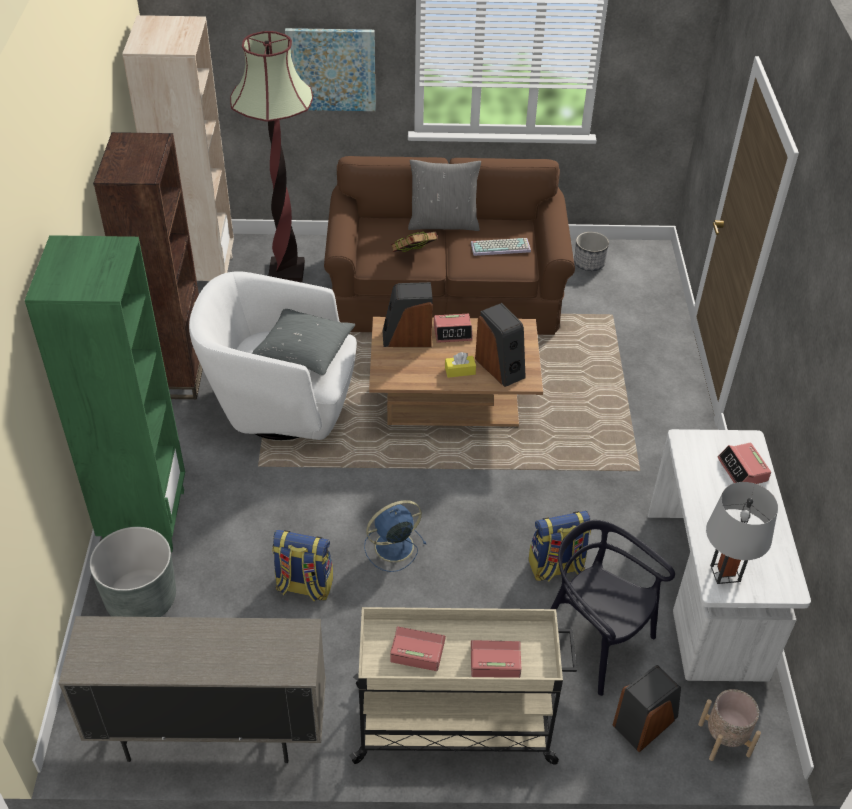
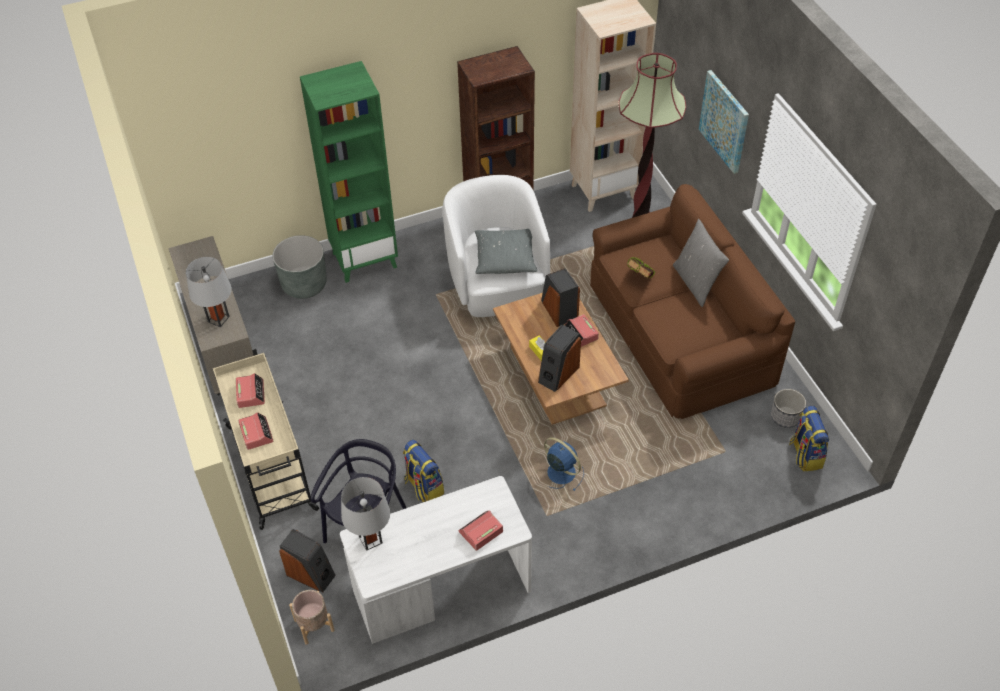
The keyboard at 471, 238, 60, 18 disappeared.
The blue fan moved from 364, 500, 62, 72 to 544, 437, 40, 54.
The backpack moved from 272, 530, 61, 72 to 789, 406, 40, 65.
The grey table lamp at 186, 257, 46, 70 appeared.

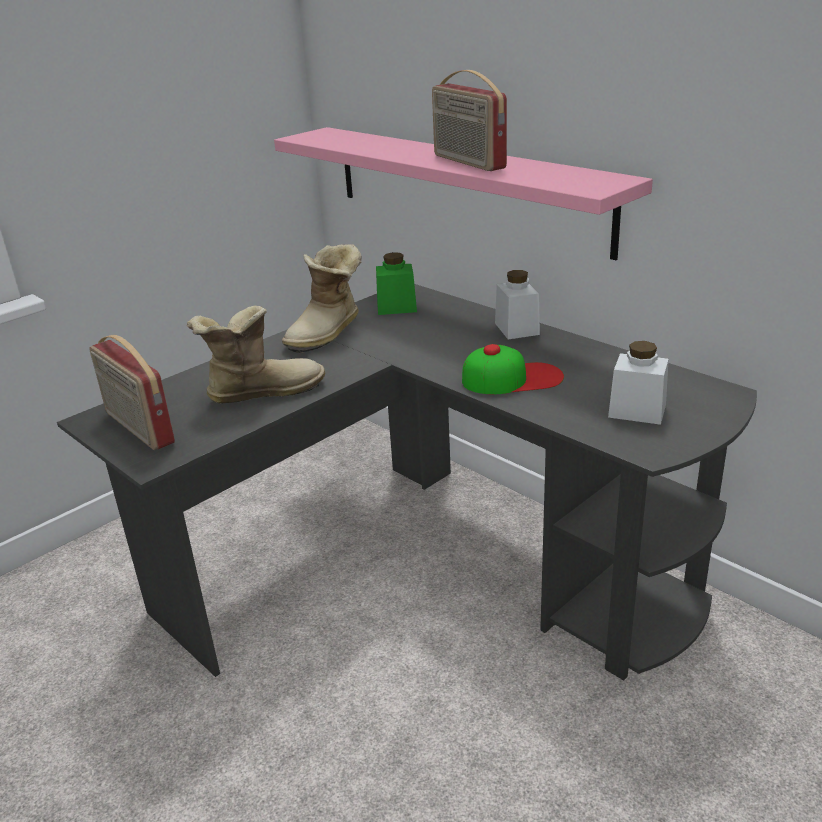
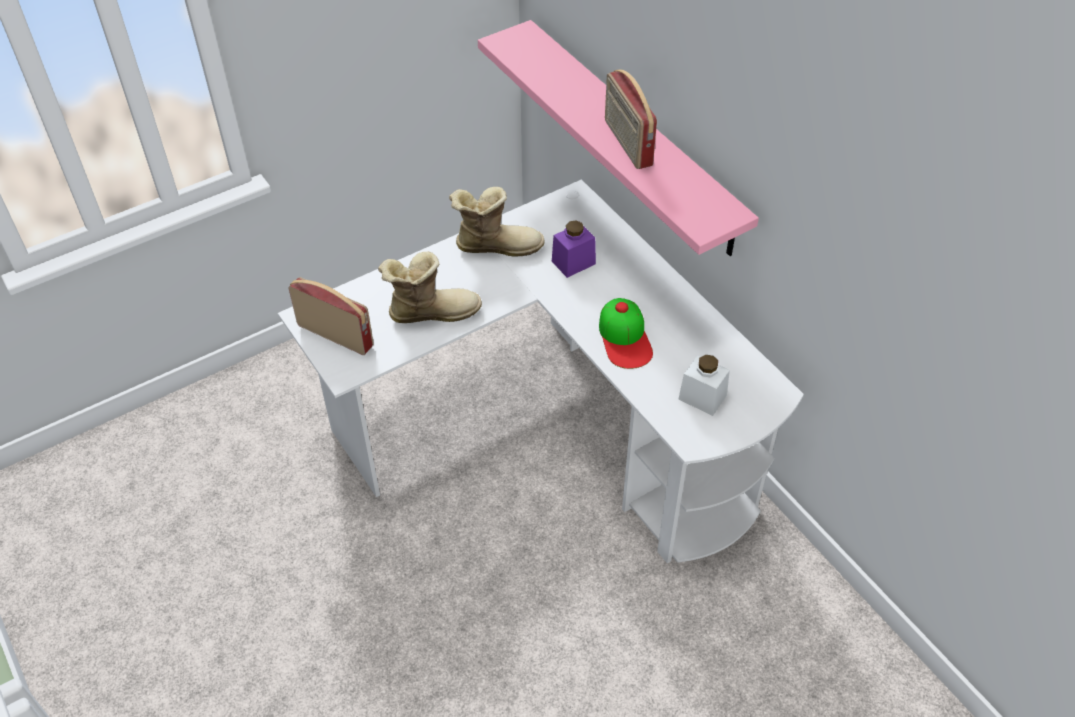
The boot at 282, 244, 80, 109 turned 135 degrees counterclockwise.
The green jar at 376, 252, 41, 63 disappeared.
The white jar at 495, 270, 45, 69 disappeared.
The black desk at 57, 284, 700, 397 became the white desk at 278, 179, 526, 384.
The radio at 89, 335, 86, 115 turned 150 degrees clockwise.
The cap at 462, 344, 102, 50 turned 75 degrees clockwise.
The purple jar at 552, 220, 44, 58 appeared.

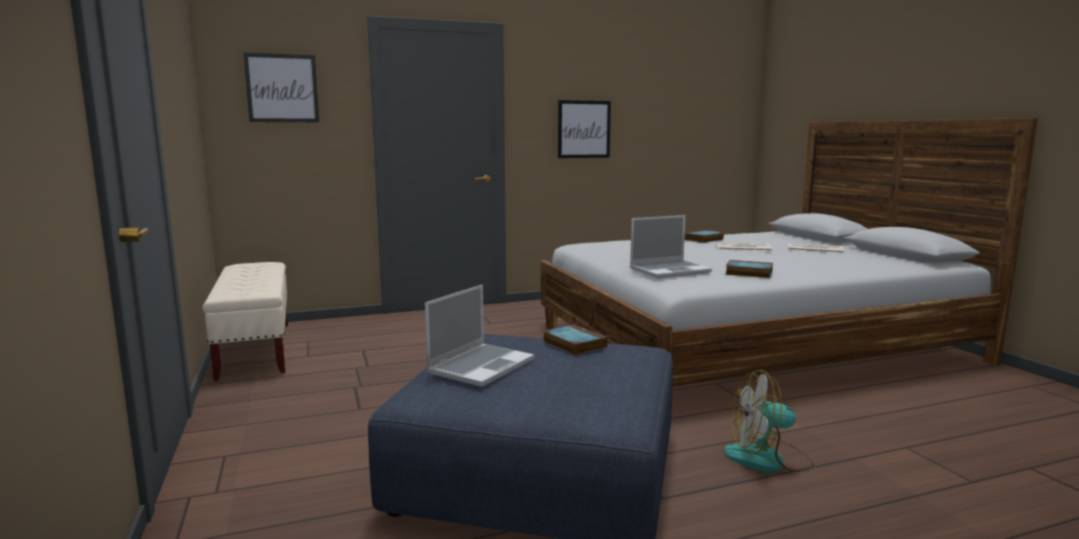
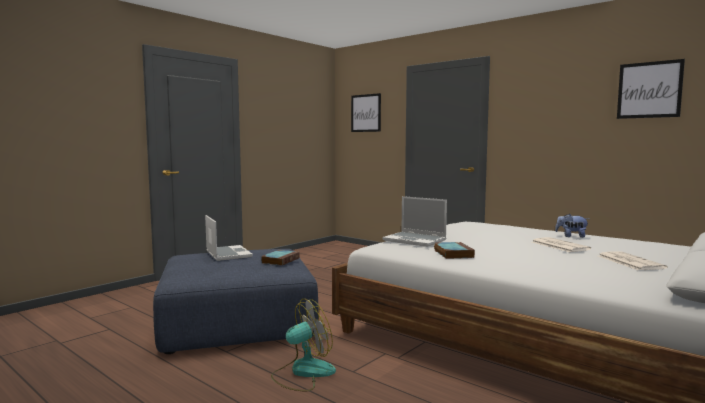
The picture moved from 558, 100, 53, 58 to 617, 59, 68, 60.
The book at 685, 230, 39, 13 was replaced by the plush toy at 555, 214, 34, 24.
The beige bench at 203, 262, 85, 119 disappeared.
The laptop at 425, 284, 109, 103 turned 120 degrees counterclockwise.
The fan at 724, 370, 90, 102 turned 90 degrees clockwise.

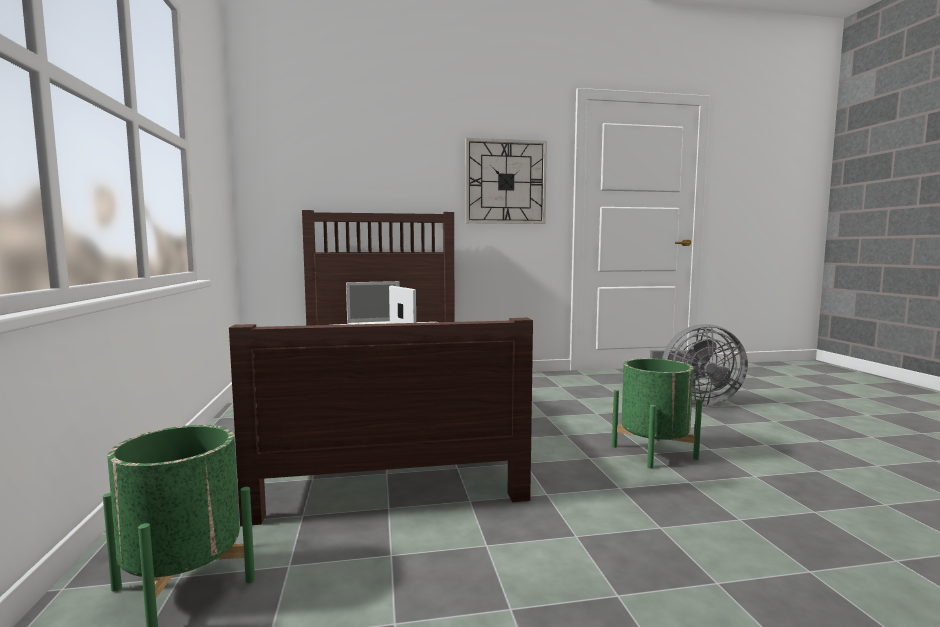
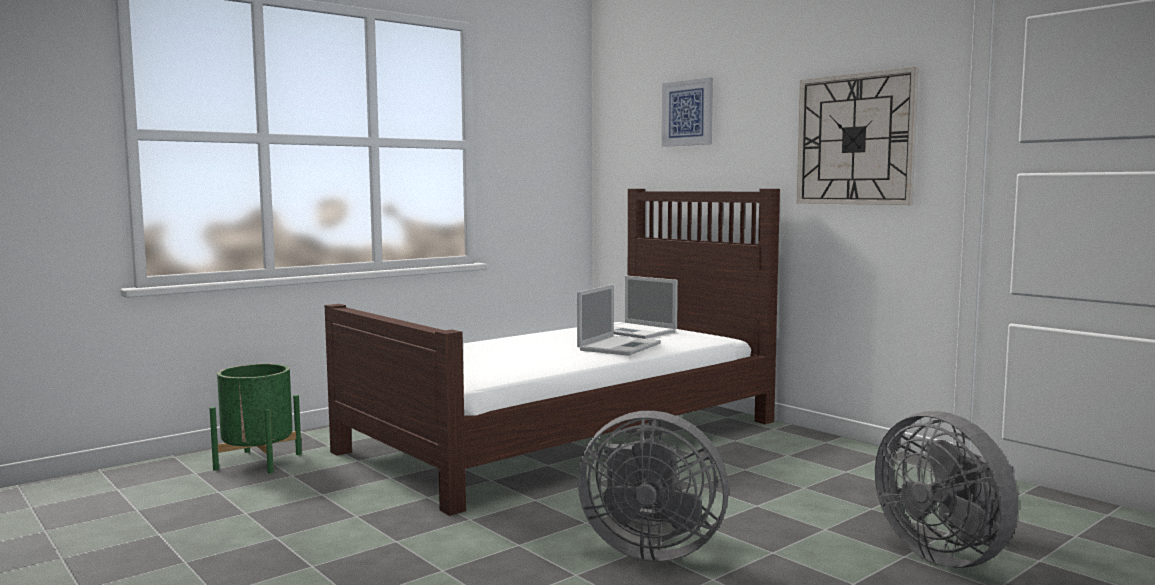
The green planter at 612, 358, 90, 110 was replaced by the grey fan at 578, 411, 151, 151.
The picture at 662, 77, 51, 70 appeared.

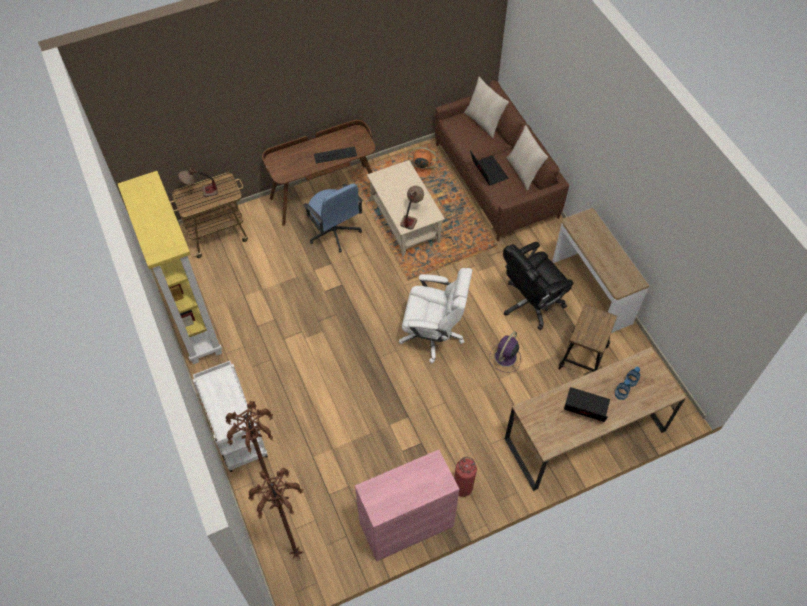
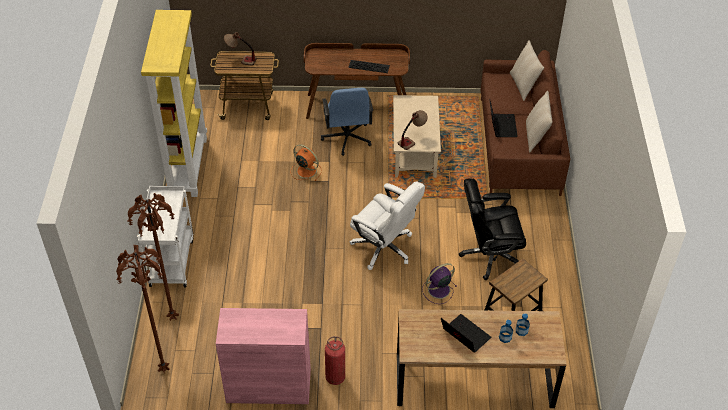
The orange fan moved from 408, 147, 29, 34 to 291, 144, 31, 37.
The console table at 552, 208, 97, 125 disappeared.

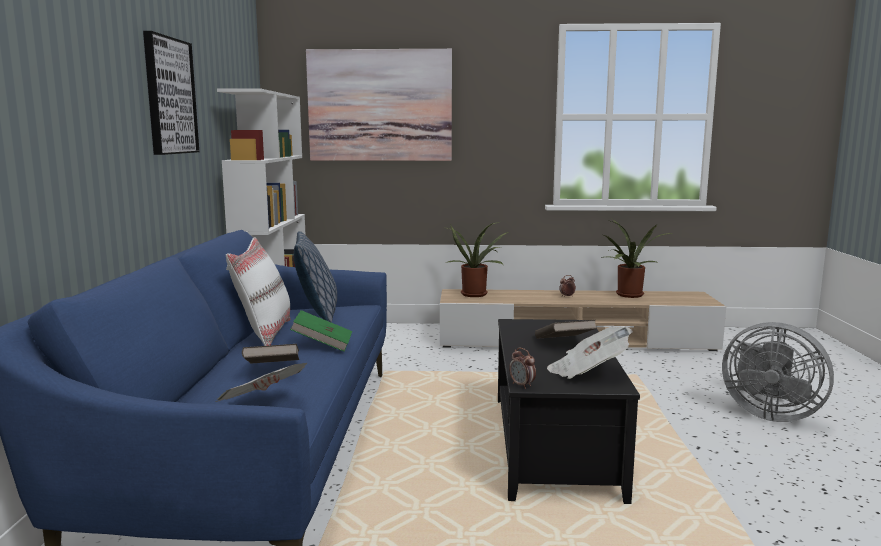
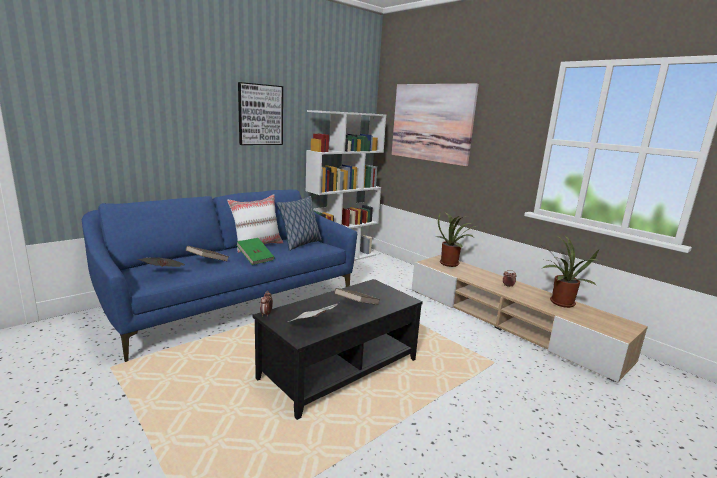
The grey fan at 722, 322, 112, 100 disappeared.

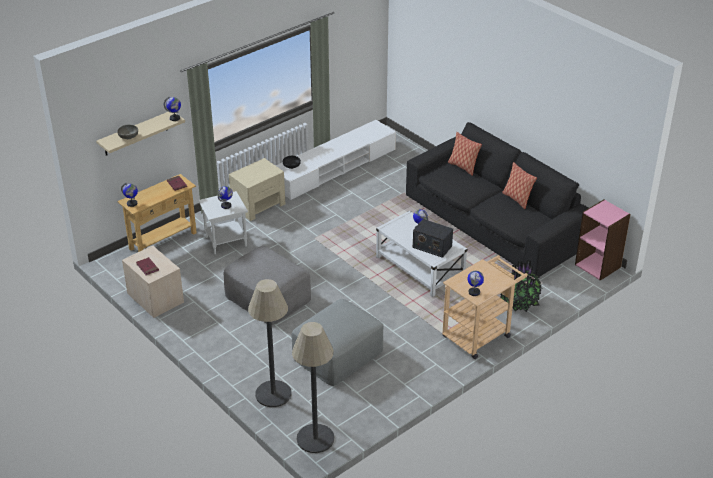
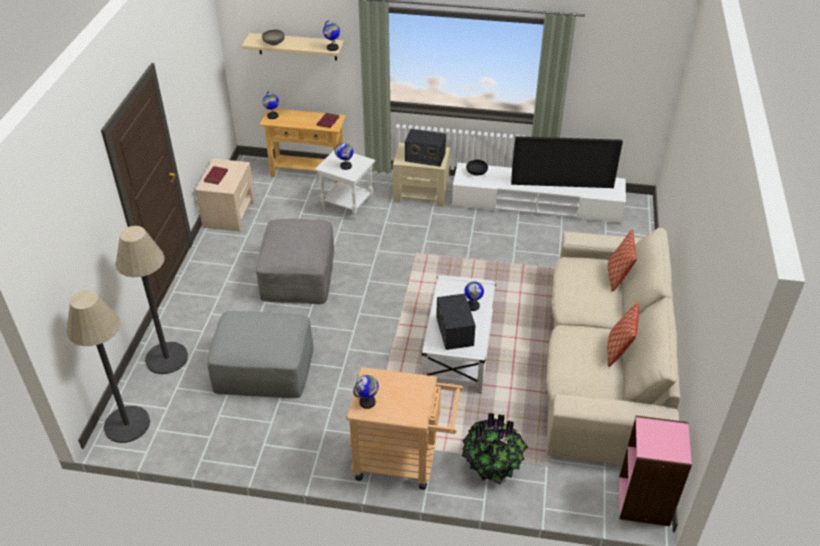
The black sofa at 406, 122, 182, 156 became the beige sofa at 546, 227, 134, 238.
The radio at 405, 129, 41, 38 appeared.
The television at 511, 136, 112, 52 appeared.

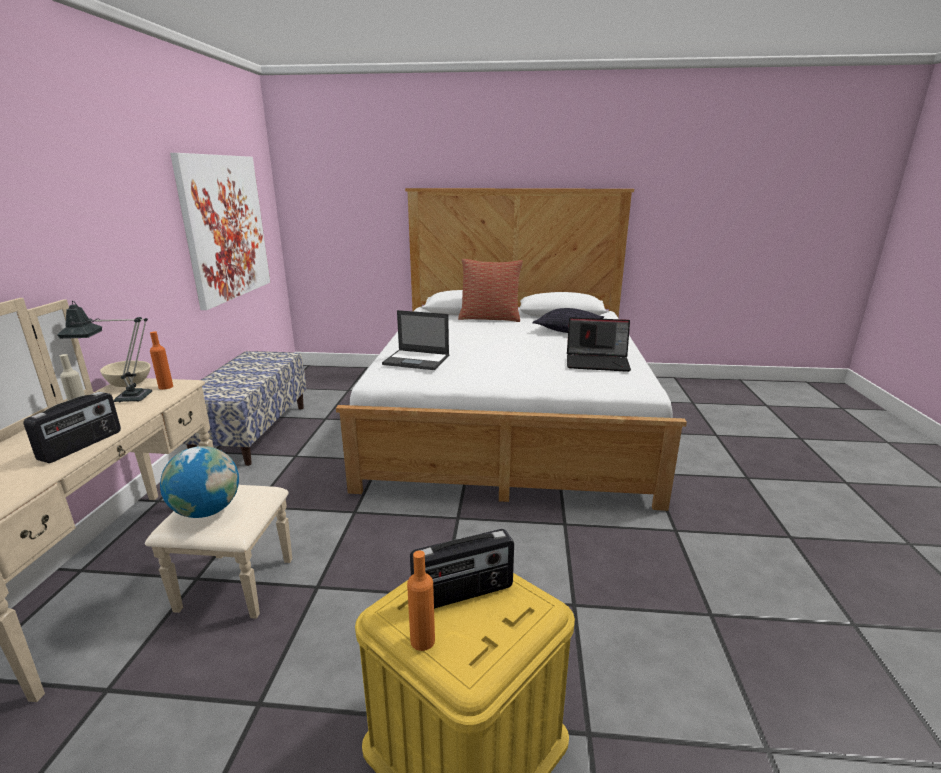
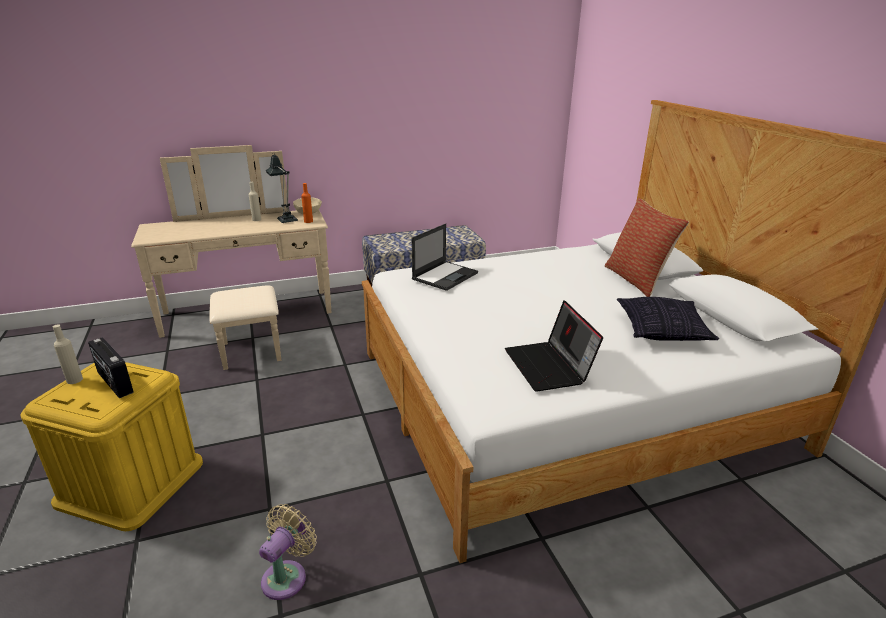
The picture at 170, 153, 100, 157 disappeared.
The laptop at 382, 310, 67, 60 turned 135 degrees counterclockwise.
The radio at 24, 392, 97, 71 disappeared.
The globe at 160, 446, 79, 72 disappeared.
The orange bottle at 407, 550, 28, 101 became the beige bottle at 53, 325, 30, 59.
The beige fan at 259, 504, 58, 96 appeared.

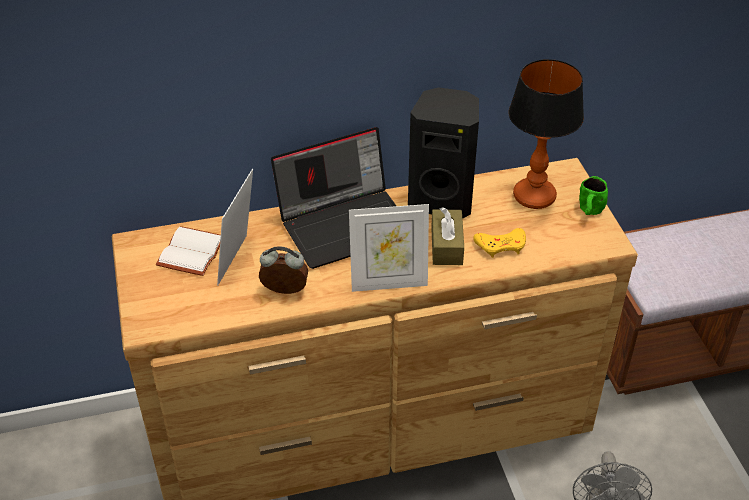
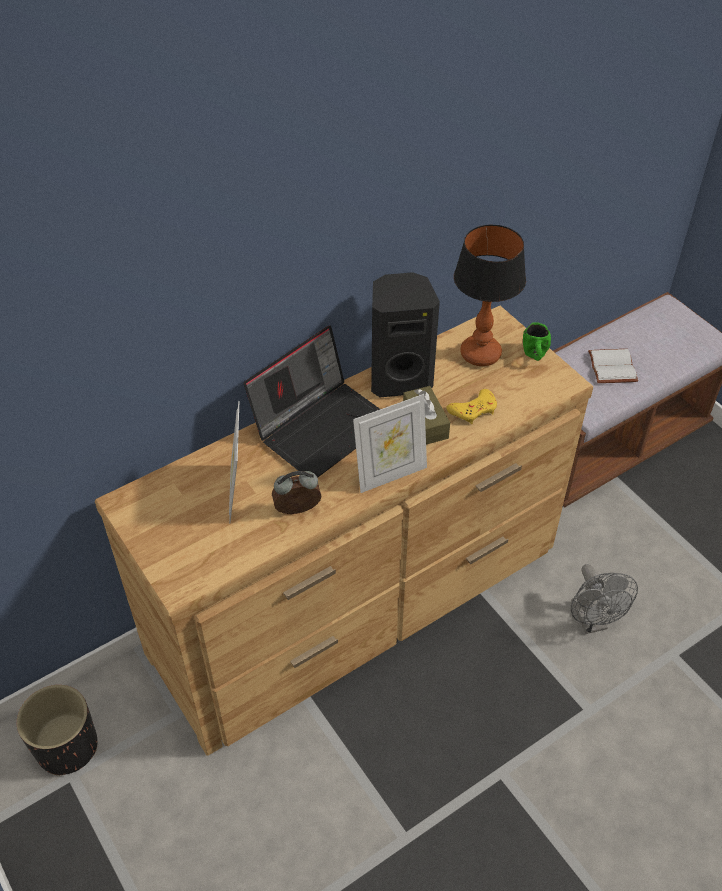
The white book moved from 156, 226, 65, 50 to 588, 349, 50, 34.
The black planter at 17, 685, 80, 91 appeared.

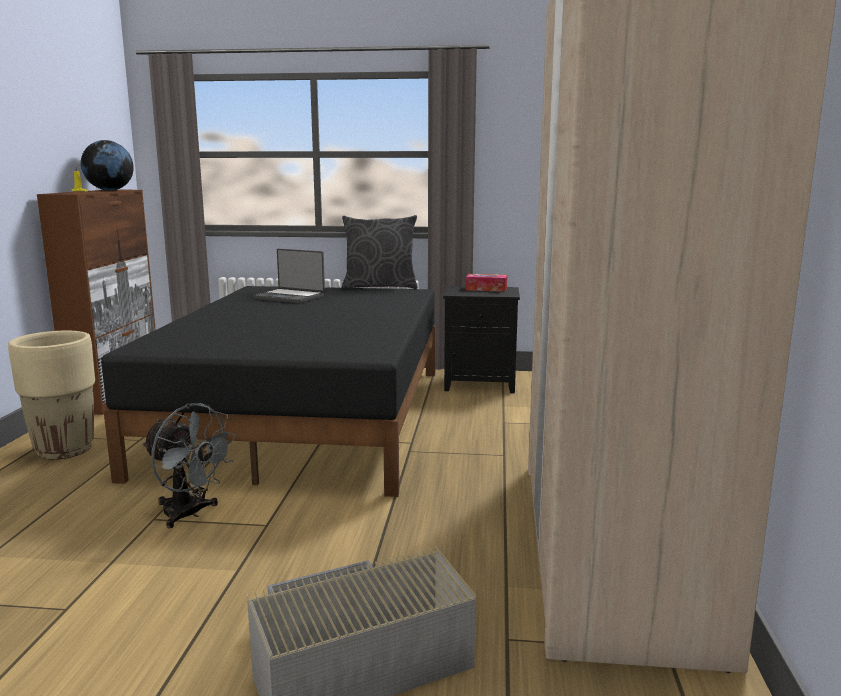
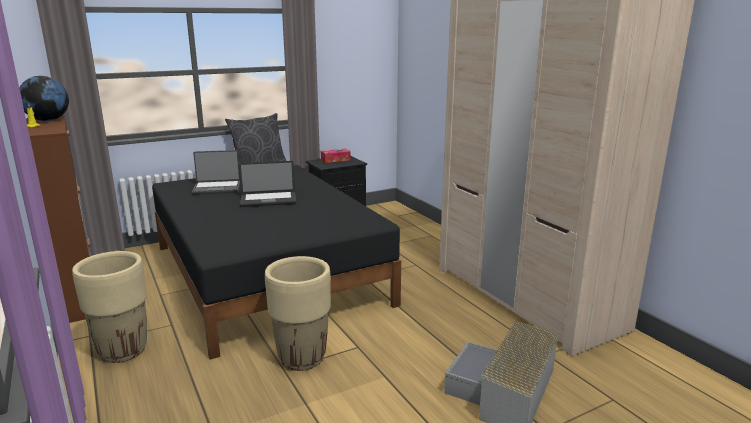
The grey fan at 142, 403, 95, 125 was replaced by the beige planter at 265, 256, 66, 115.
The laptop at 239, 161, 58, 46 appeared.

